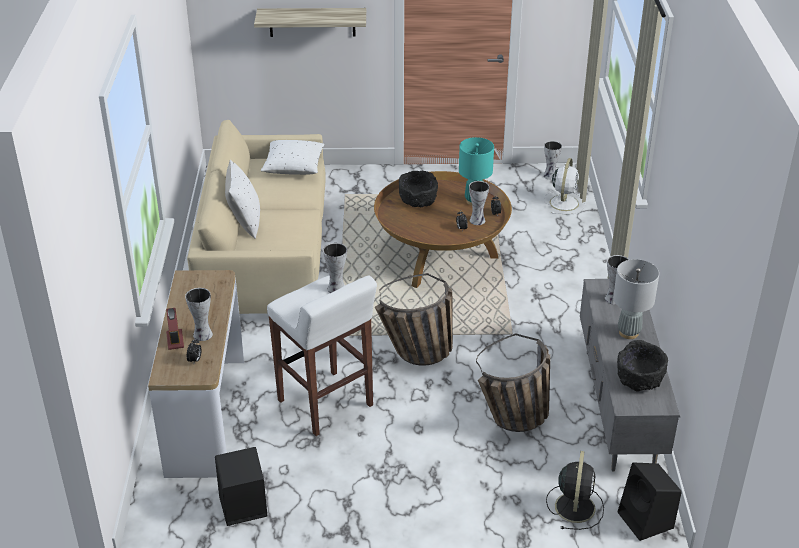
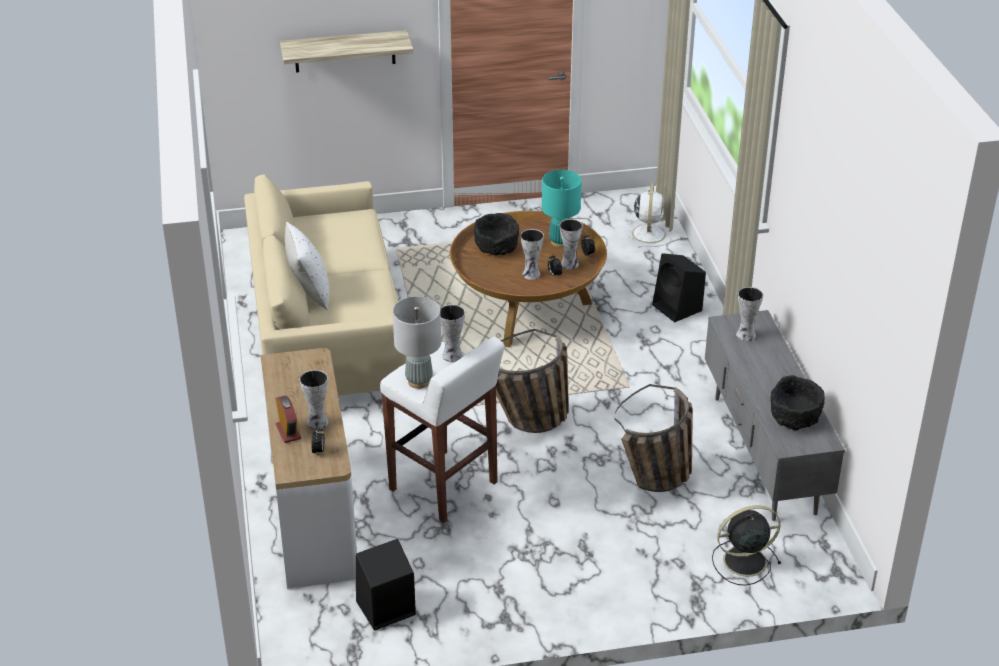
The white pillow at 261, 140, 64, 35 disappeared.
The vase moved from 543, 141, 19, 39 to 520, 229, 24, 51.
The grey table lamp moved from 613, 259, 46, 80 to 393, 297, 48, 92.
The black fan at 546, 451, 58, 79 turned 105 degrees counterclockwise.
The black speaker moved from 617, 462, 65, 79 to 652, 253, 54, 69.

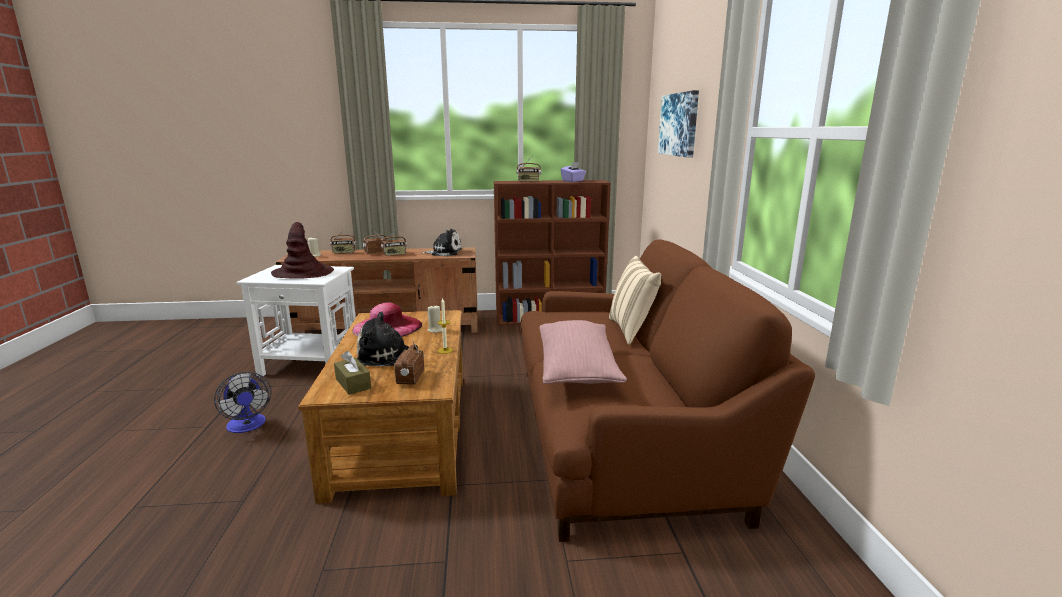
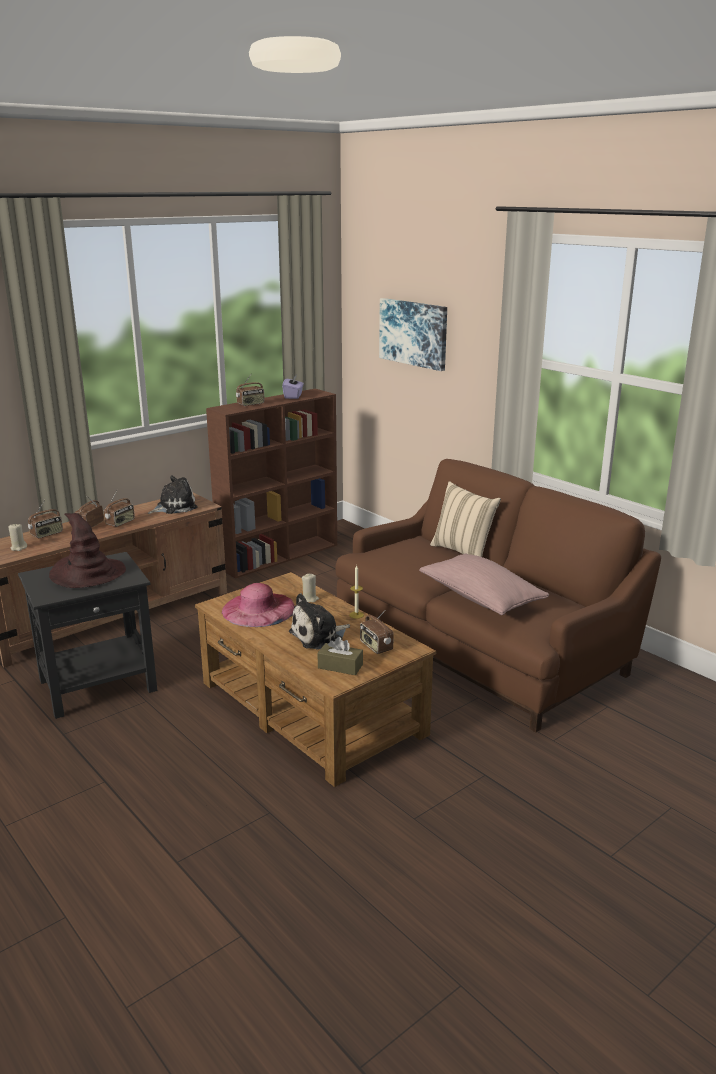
The white side table at 236, 265, 120, 112 became the black side table at 18, 552, 139, 167.
The fan at 214, 372, 58, 61 disappeared.

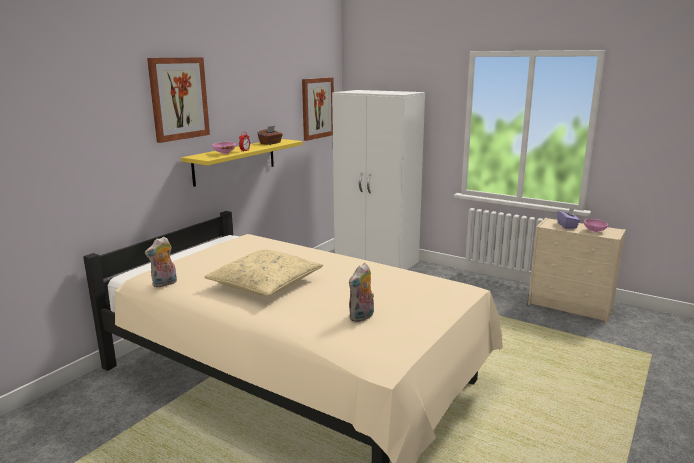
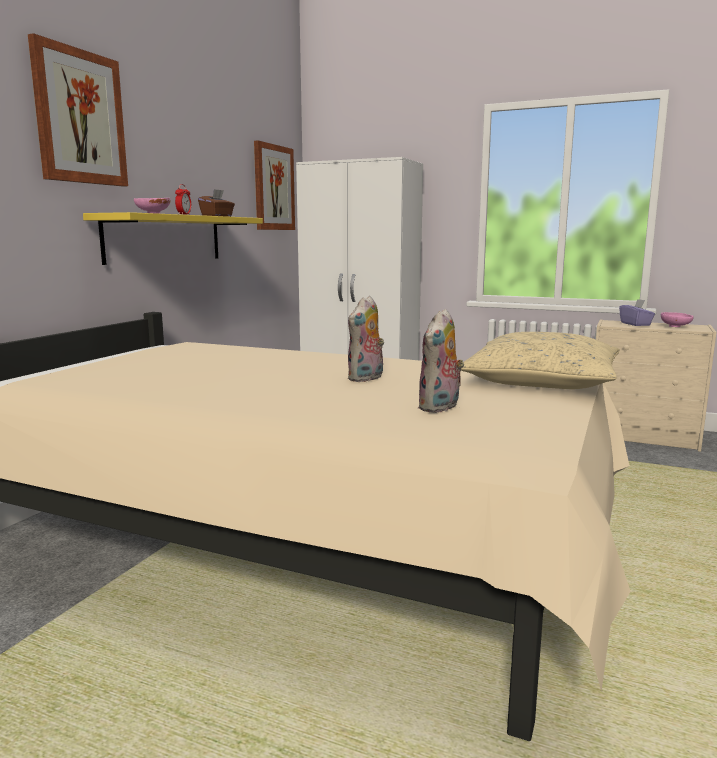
The plush toy moved from 145, 236, 32, 52 to 348, 296, 36, 86.
The beige pillow moved from 204, 250, 119, 46 to 458, 332, 162, 57.

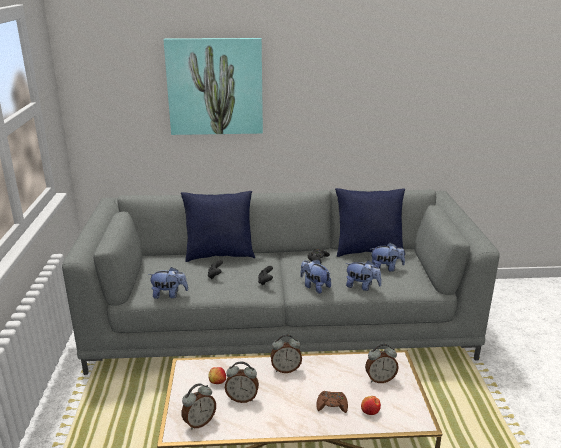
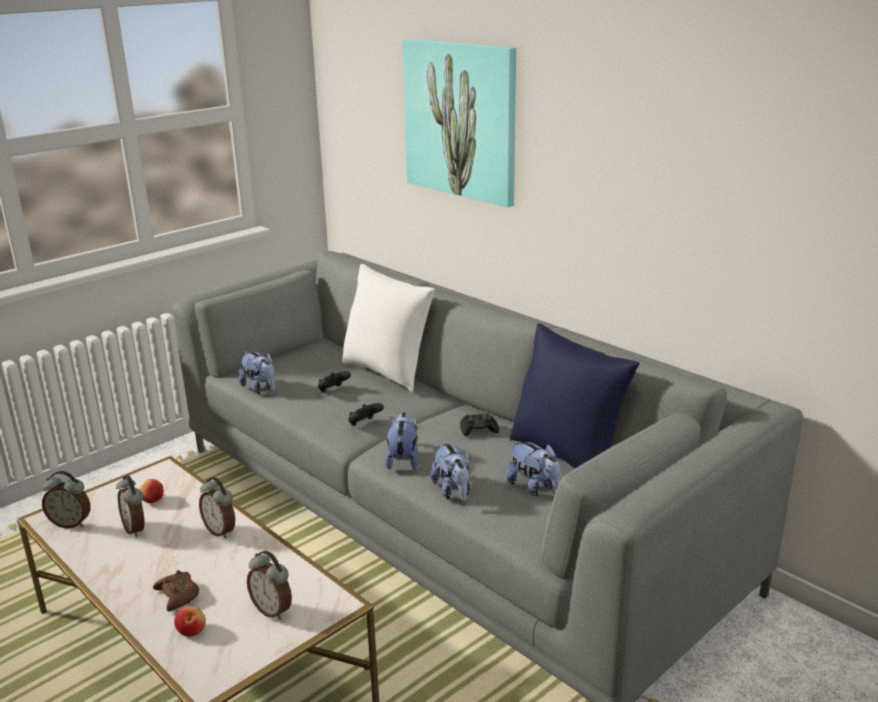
The blue pillow at 181, 191, 74, 71 became the white pillow at 342, 264, 93, 128.

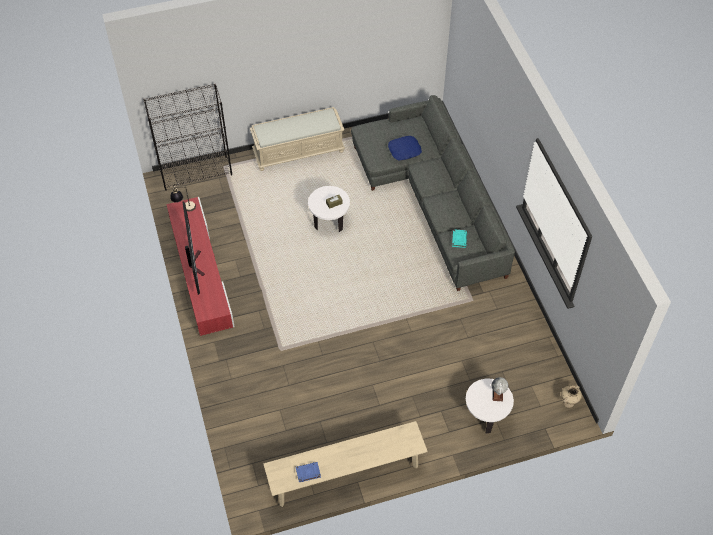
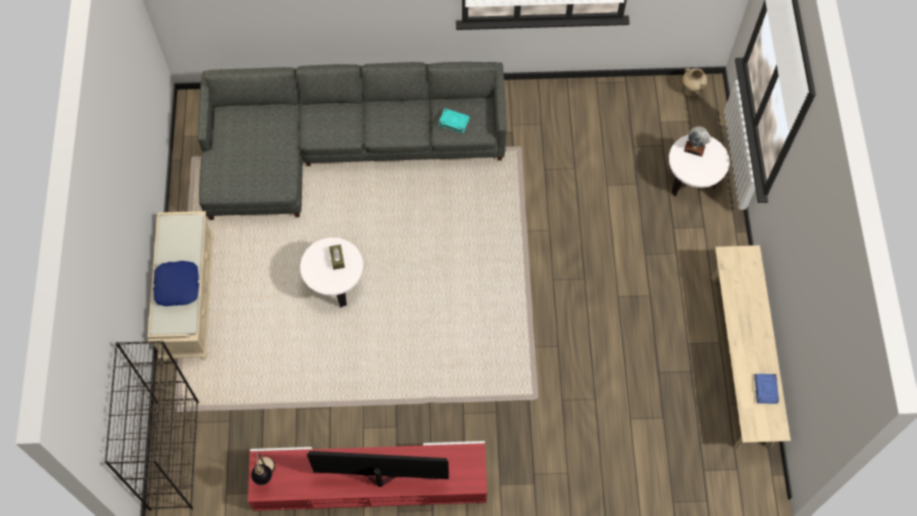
The blue pillow moved from 388, 136, 34, 25 to 153, 261, 46, 45.

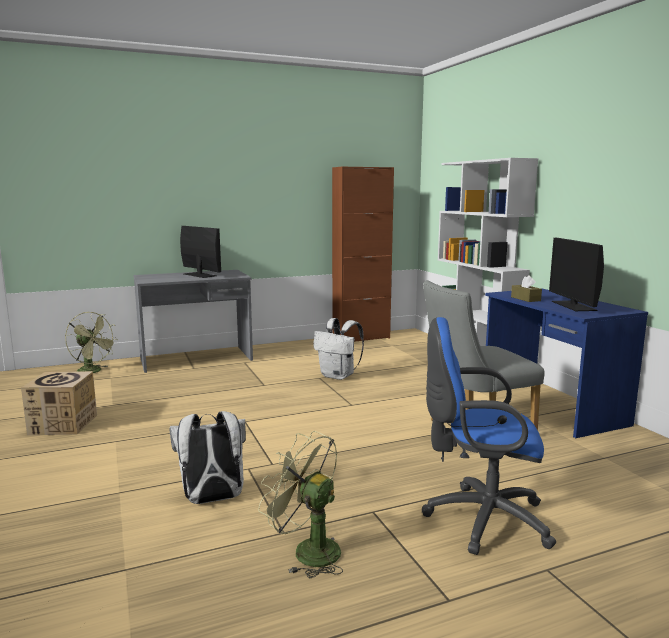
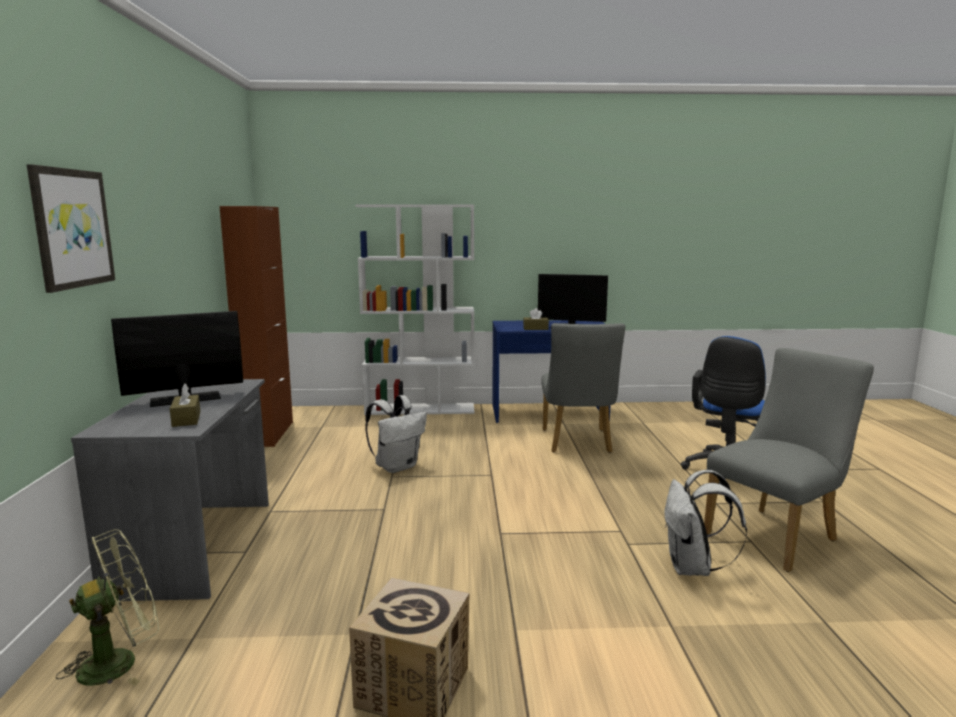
The green fan at 258, 431, 85, 147 was replaced by the grey chair at 704, 348, 170, 224.
The picture at 27, 164, 88, 129 appeared.
The brown tissue box at 170, 384, 30, 43 appeared.

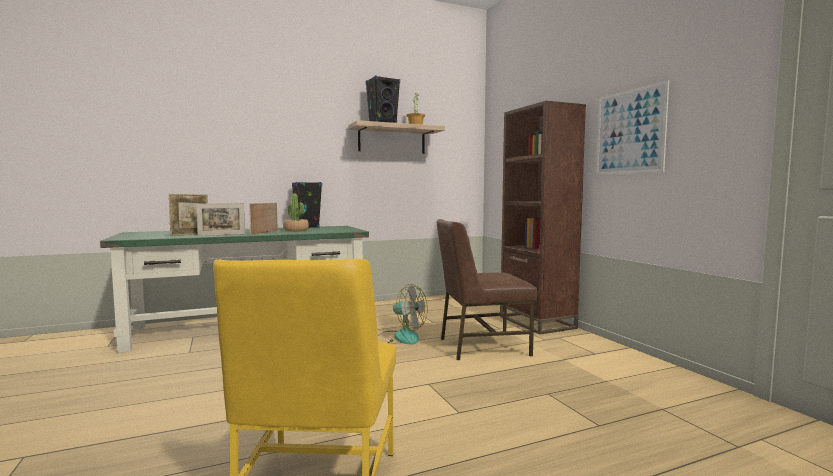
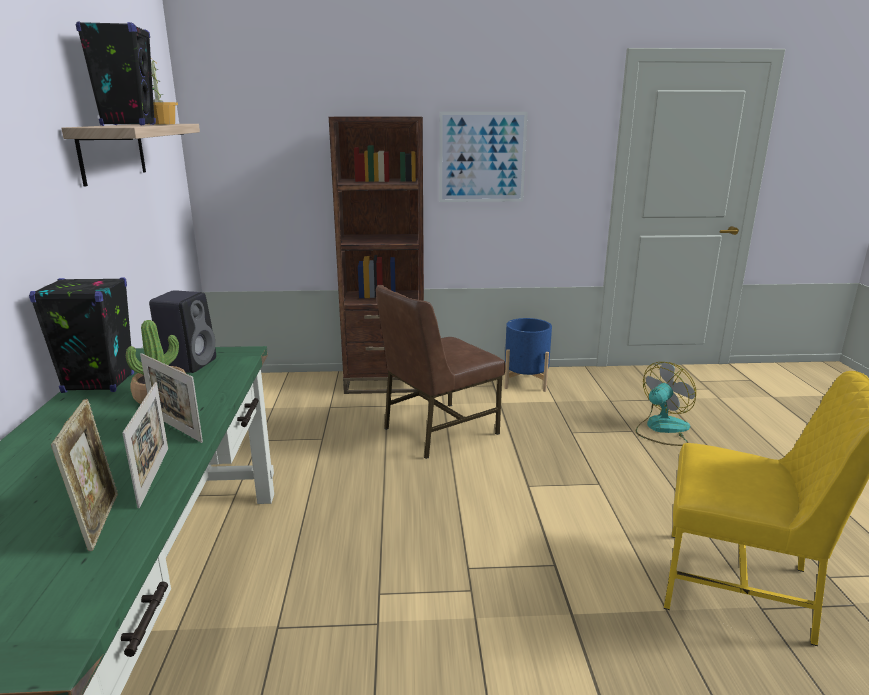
The brown chair at 437, 219, 100, 141 turned 45 degrees clockwise.
The fan moved from 378, 284, 50, 60 to 636, 362, 60, 84.
The black speaker at 149, 290, 67, 83 appeared.
The blue planter at 505, 318, 47, 74 appeared.

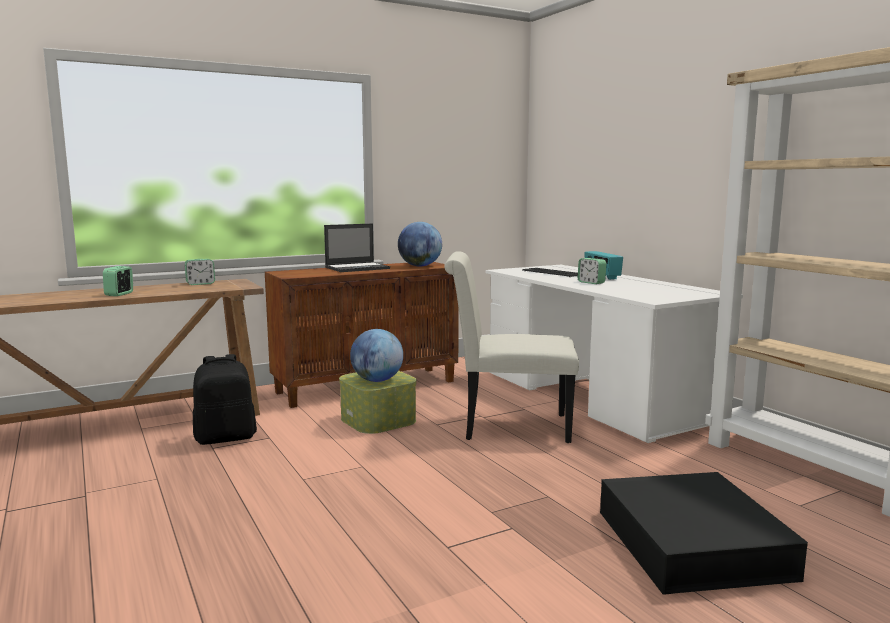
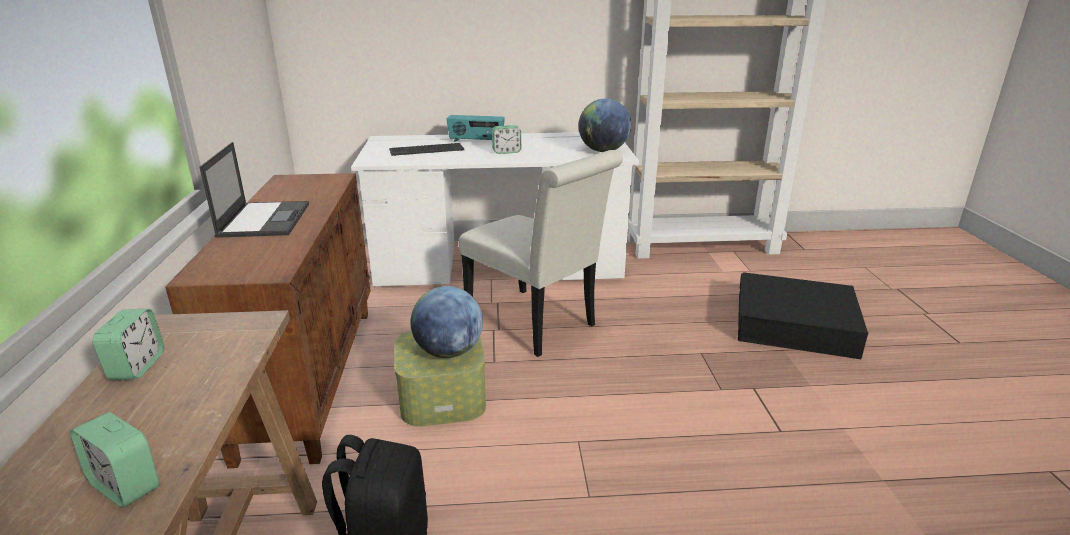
The globe moved from 398, 222, 44, 45 to 578, 99, 53, 53.
The white chair at 444, 251, 135, 192 turned 75 degrees counterclockwise.

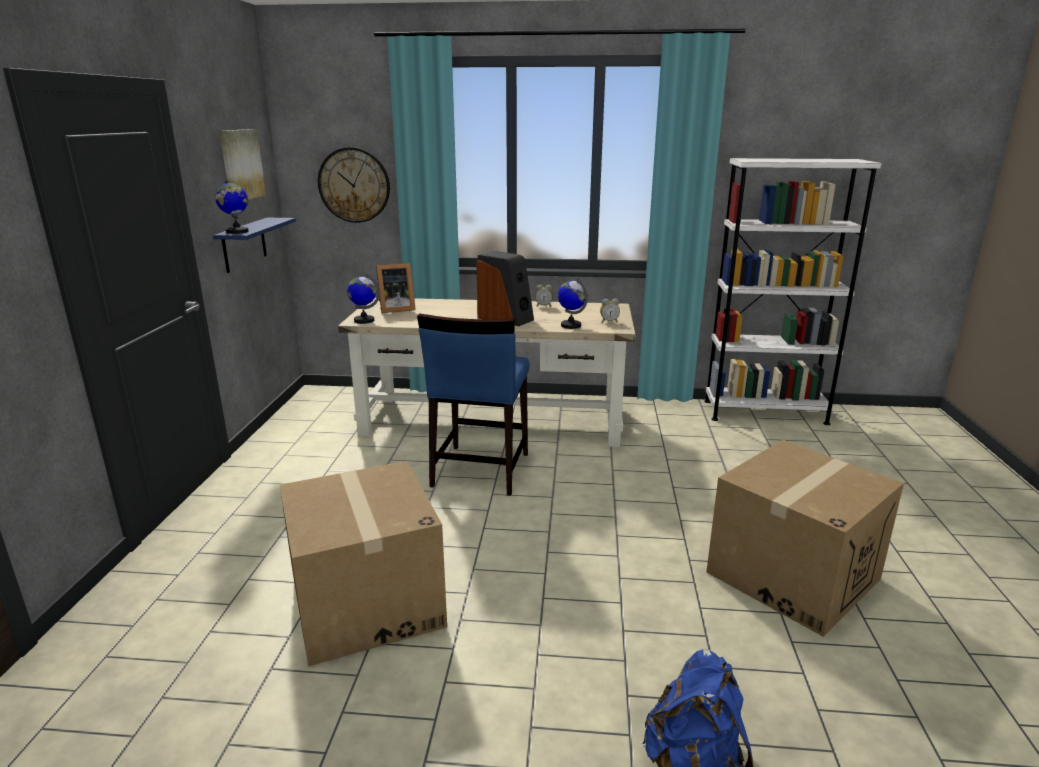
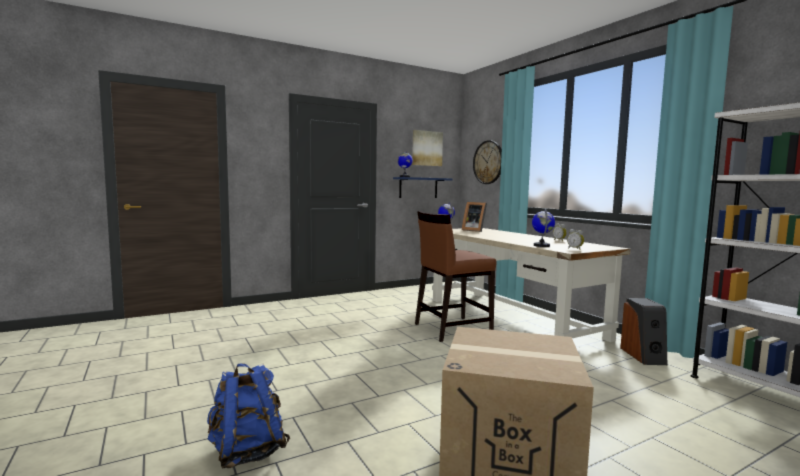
The speaker moved from 476, 251, 58, 75 to 620, 298, 47, 67.
The blue chair at 417, 313, 113, 183 became the brown chair at 415, 211, 81, 131.
The cardboard box at 280, 461, 167, 205 disappeared.

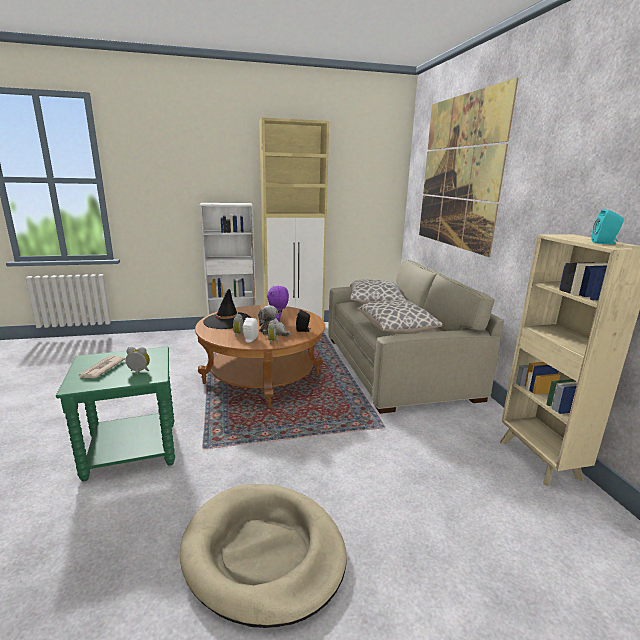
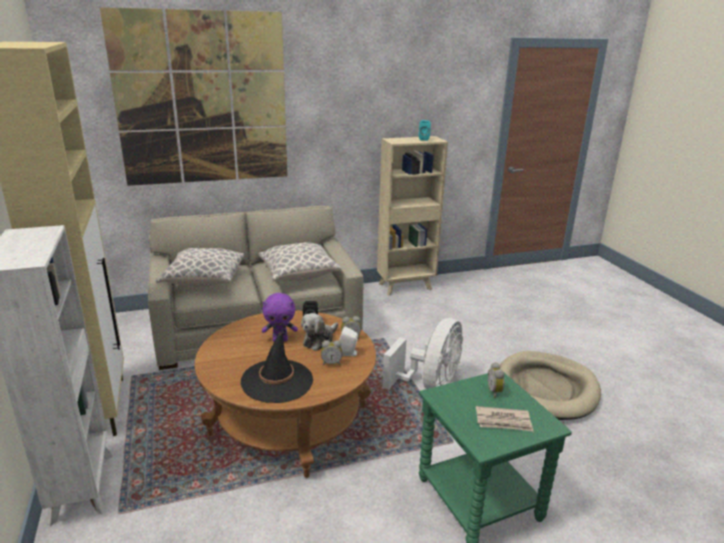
The white fan at 382, 318, 81, 72 appeared.

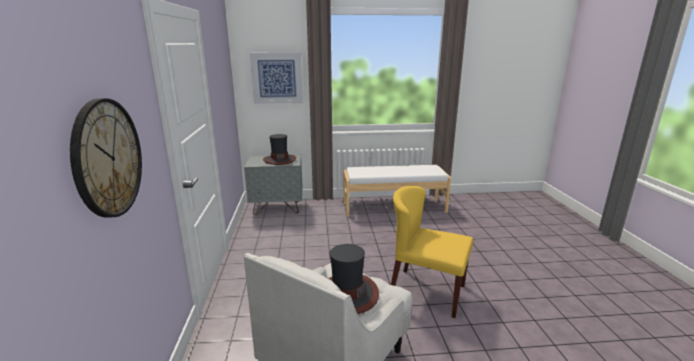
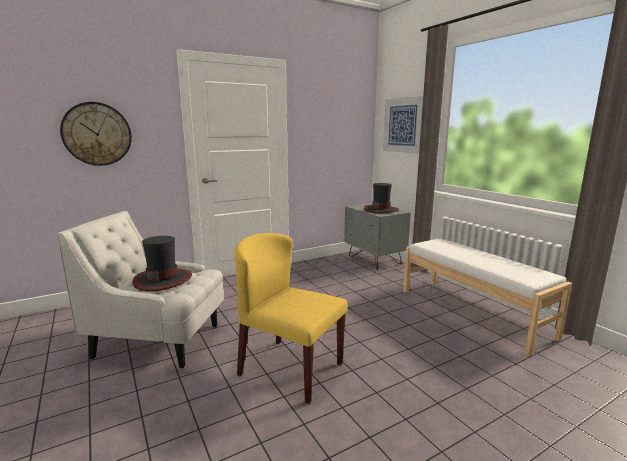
The yellow chair at 391, 186, 82, 132 turned 60 degrees counterclockwise.

